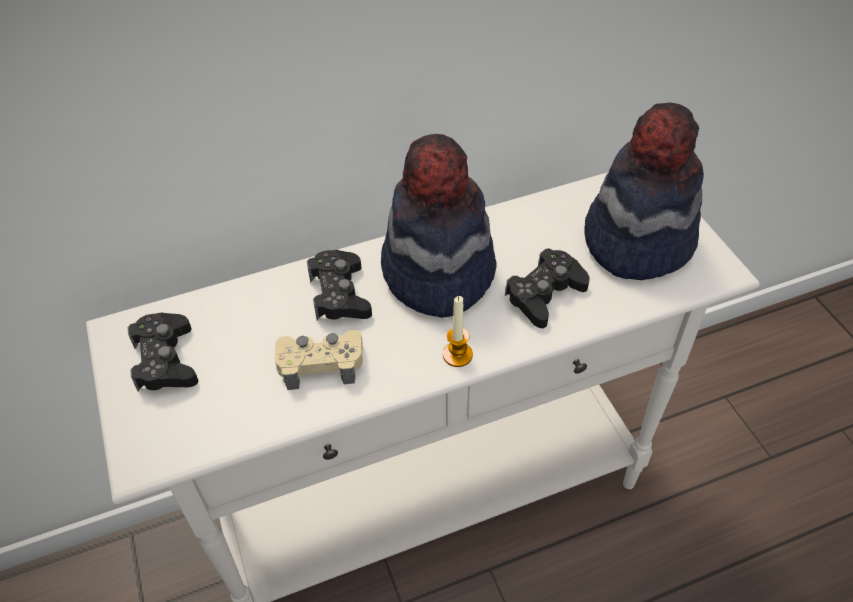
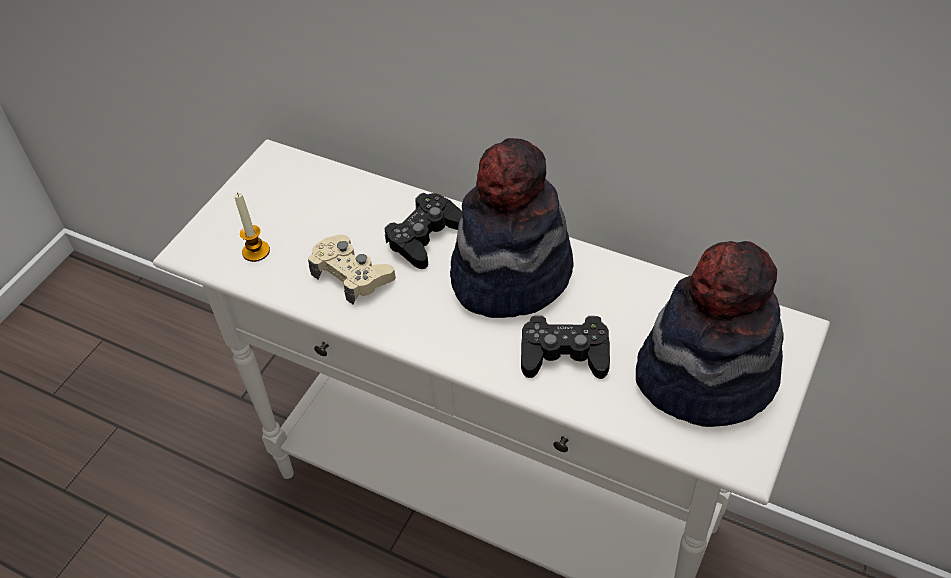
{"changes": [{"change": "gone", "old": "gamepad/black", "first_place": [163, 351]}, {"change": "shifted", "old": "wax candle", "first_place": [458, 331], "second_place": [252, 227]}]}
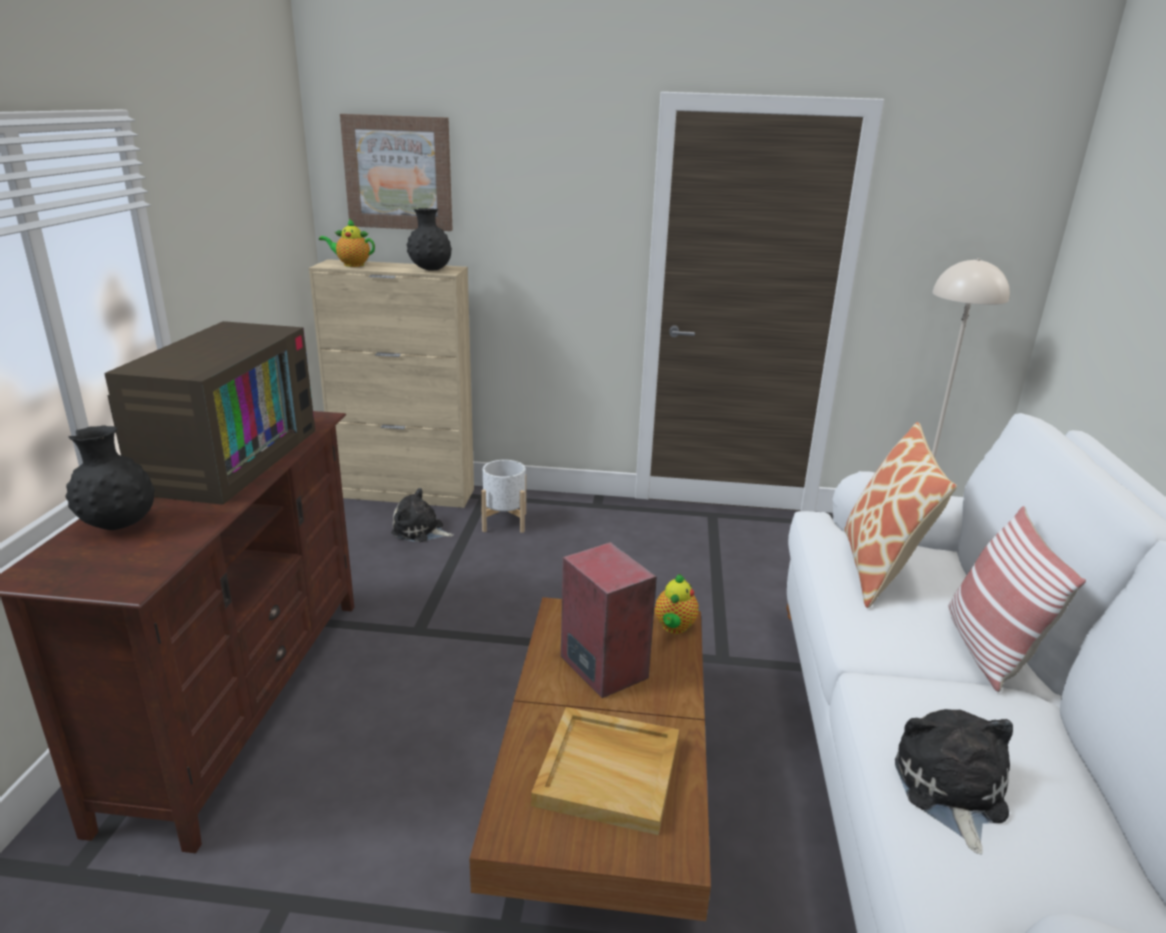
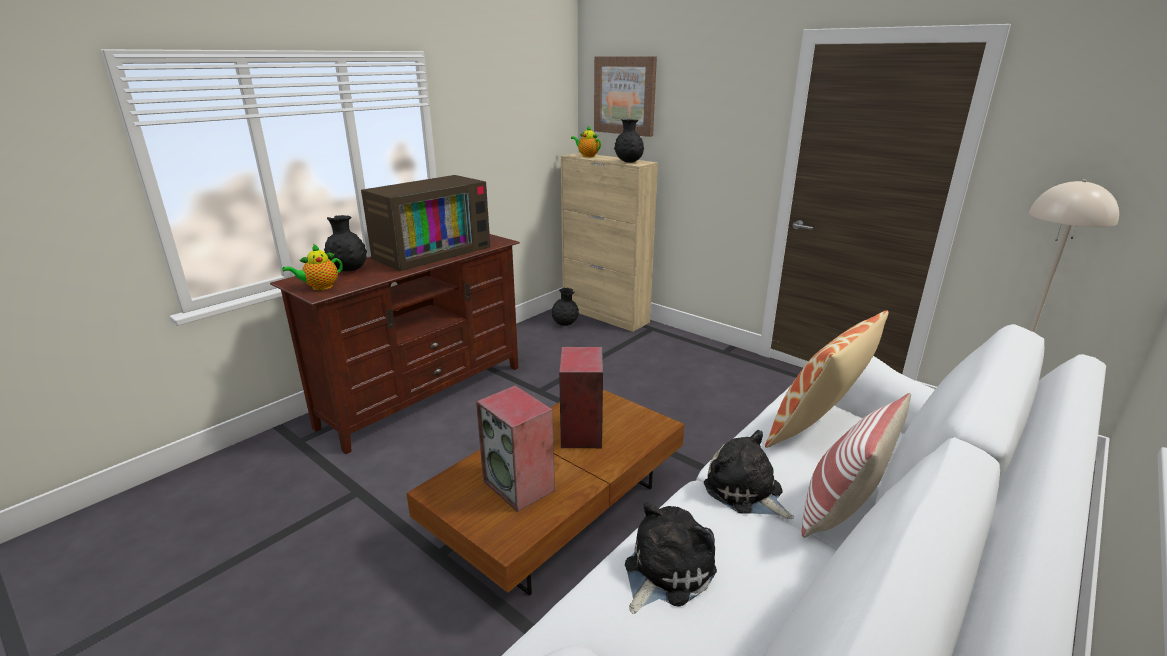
{"changes": [{"change": "shifted", "old": "soft toy", "first_place": [422, 515], "second_place": [749, 474]}, {"change": "gone", "old": "plant pot/whitish", "first_place": [503, 496]}, {"change": "swapped", "old": "tray/beige-coloured", "new": "speaker", "first_place": [605, 771], "second_place": [515, 448]}, {"change": "shifted", "old": "tea pot", "first_place": [677, 604], "second_place": [312, 267]}, {"change": "new", "new": "flower vase/black", "second_place": [565, 307]}]}
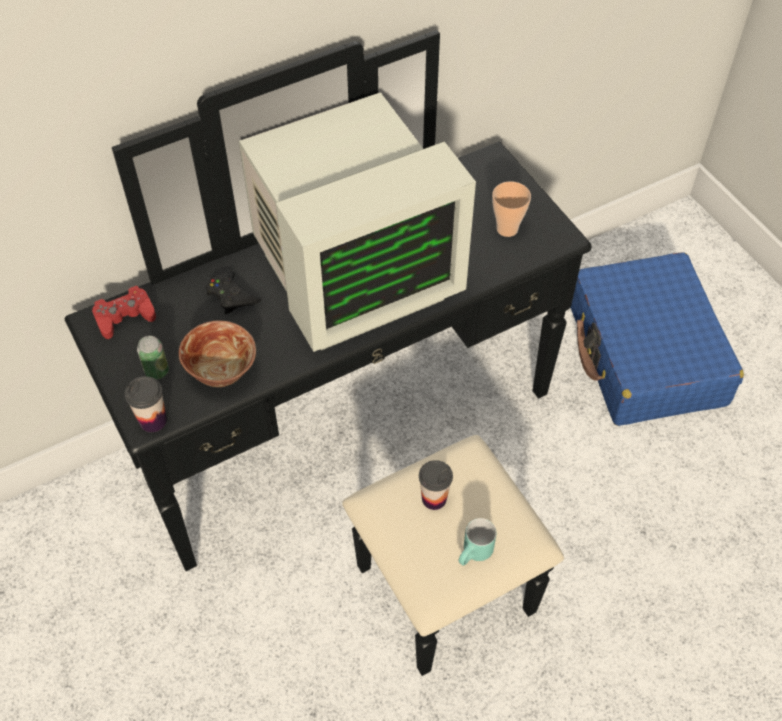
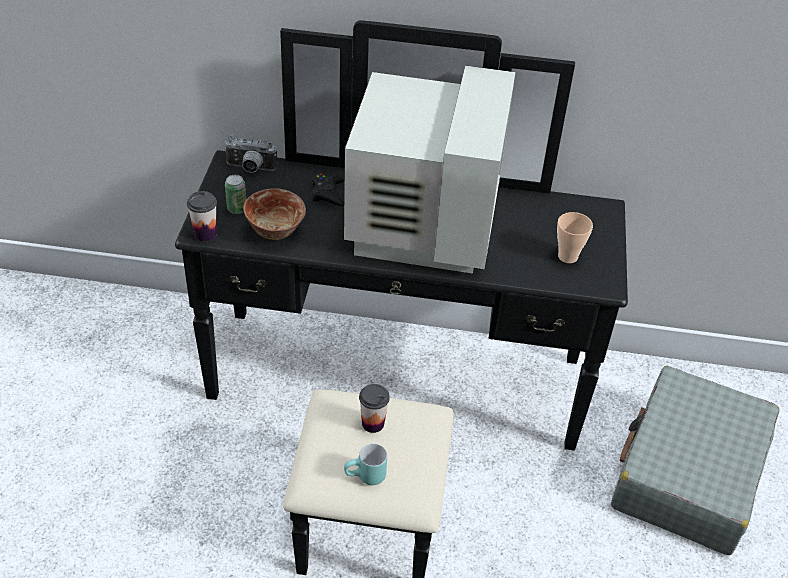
{"changes": [{"change": "swapped", "old": "gamepad/red", "new": "still camera", "first_place": [124, 312], "second_place": [250, 154]}, {"change": "rotated", "old": "computer screen", "first_place": [357, 222], "second_place": [429, 169], "degrees": -90}, {"change": "repainted", "old": "travel case/bluish", "new": "travel case/greyish", "first_place": [657, 339], "second_place": [695, 460]}]}
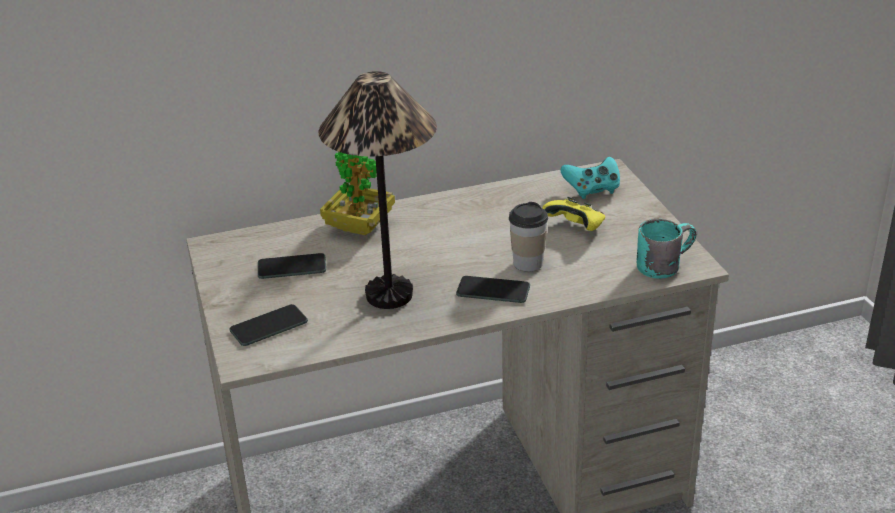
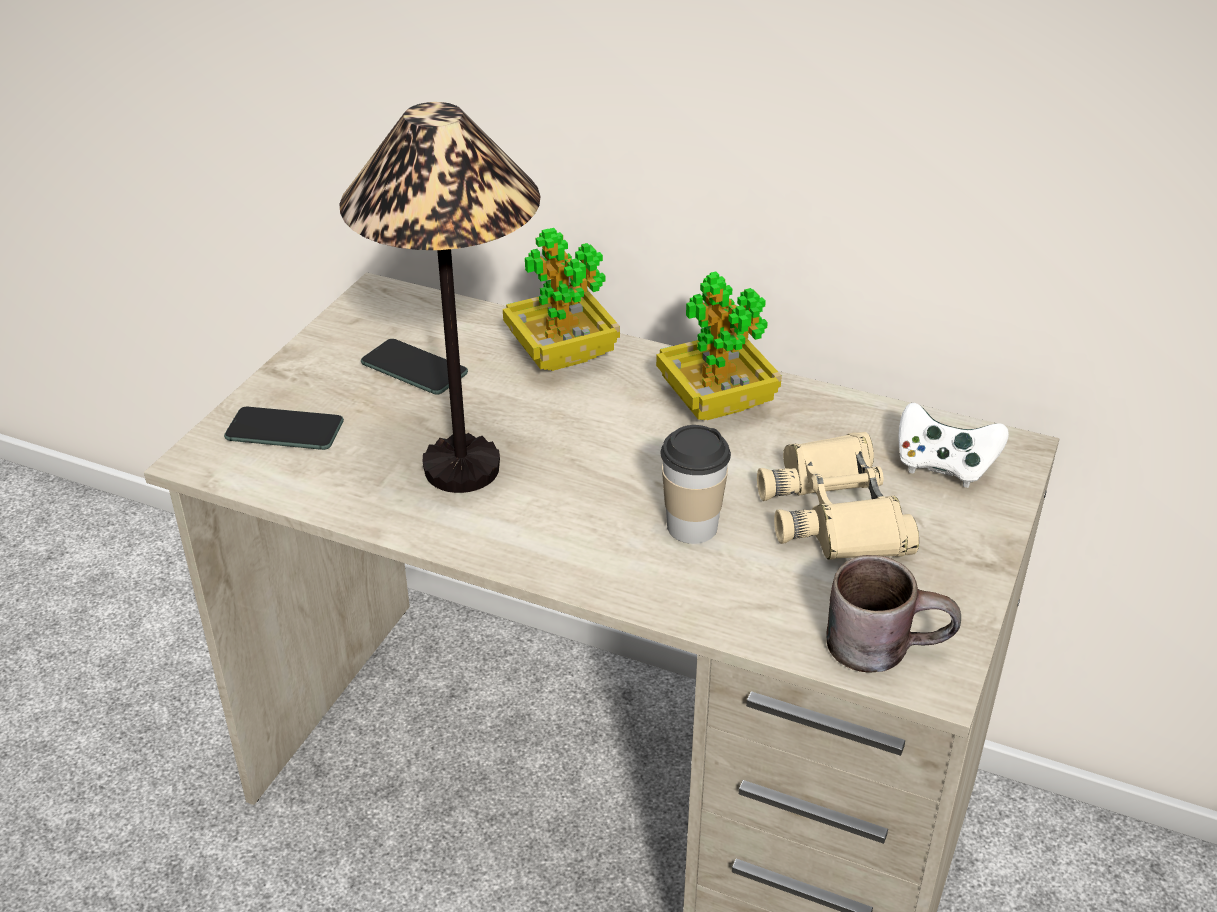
{"changes": [{"change": "gone", "old": "telephone", "first_place": [493, 289]}, {"change": "swapped", "old": "gamepad/yellow", "new": "binoculars/beige-coloured", "first_place": [573, 214], "second_place": [838, 496]}, {"change": "repainted", "old": "gamepad/blue-green", "new": "gamepad/whitish", "first_place": [590, 178], "second_place": [954, 445]}, {"change": "repainted", "old": "mug/blue-green", "new": "mug/brown-coloured", "first_place": [666, 249], "second_place": [893, 614]}, {"change": "new", "new": "potted plant", "second_place": [719, 346]}]}
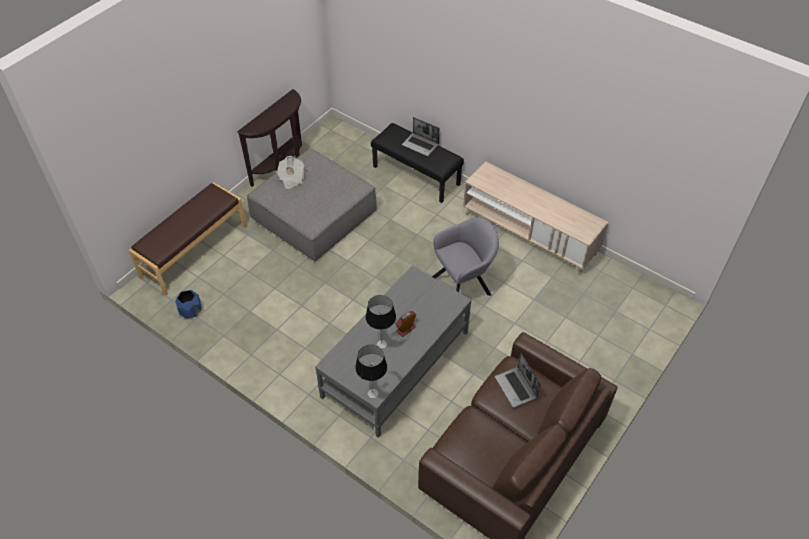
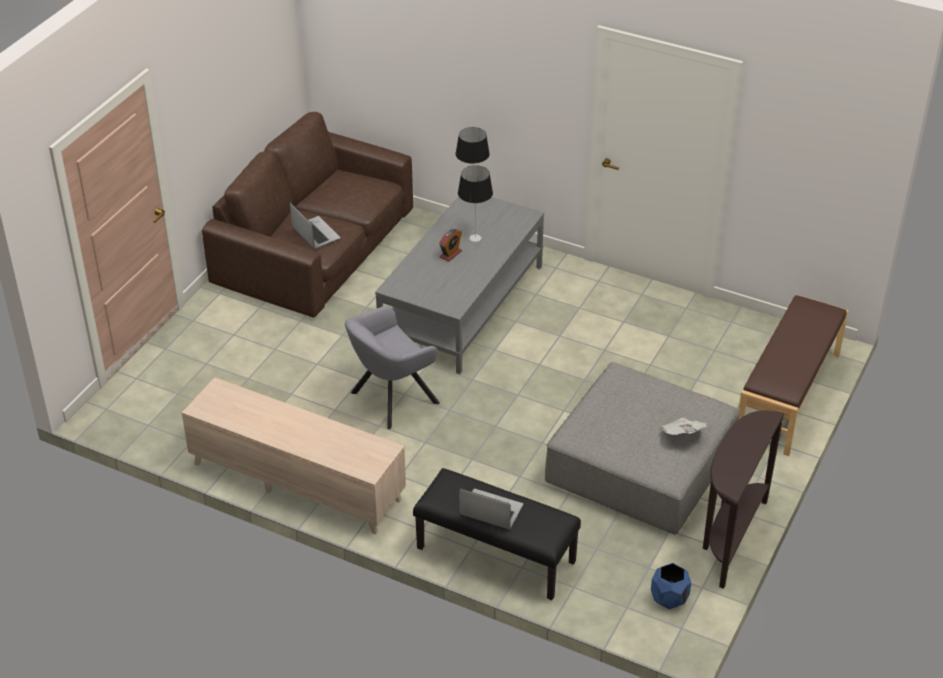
{"changes": [{"change": "shifted", "old": "plant pot/bluish", "first_place": [188, 304], "second_place": [671, 586]}]}
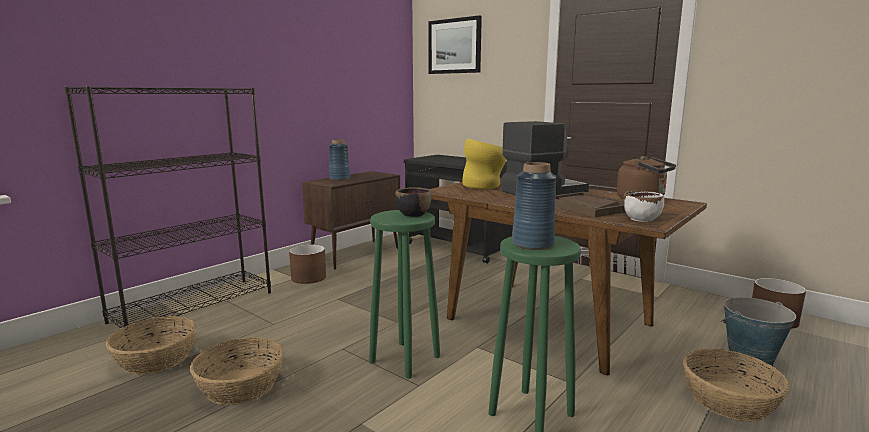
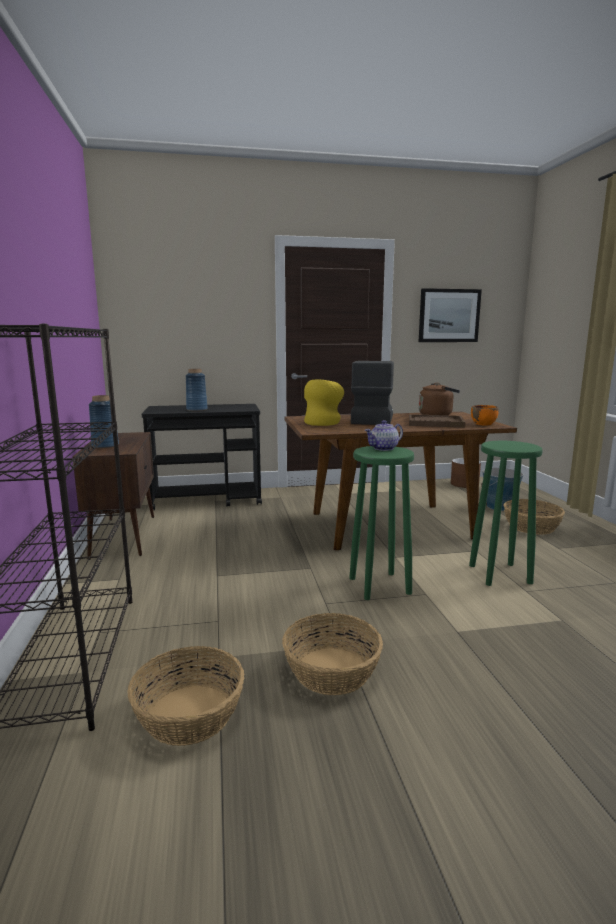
{"changes": [{"change": "gone", "old": "plant pot/brown-coloured", "first_place": [307, 264]}, {"change": "swapped", "old": "bowl/black", "new": "tea pot", "first_place": [413, 202], "second_place": [384, 435]}, {"change": "shifted", "old": "wall art", "first_place": [455, 44], "second_place": [450, 315]}, {"change": "shifted", "old": "flower vase/bluish", "first_place": [534, 206], "second_place": [197, 390]}, {"change": "repainted", "old": "bowl/whitish", "new": "bowl/orangey", "first_place": [643, 206], "second_place": [485, 415]}]}
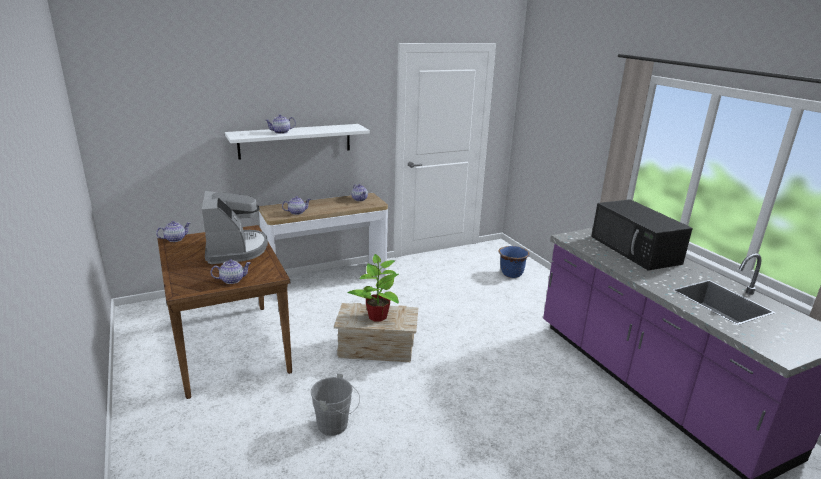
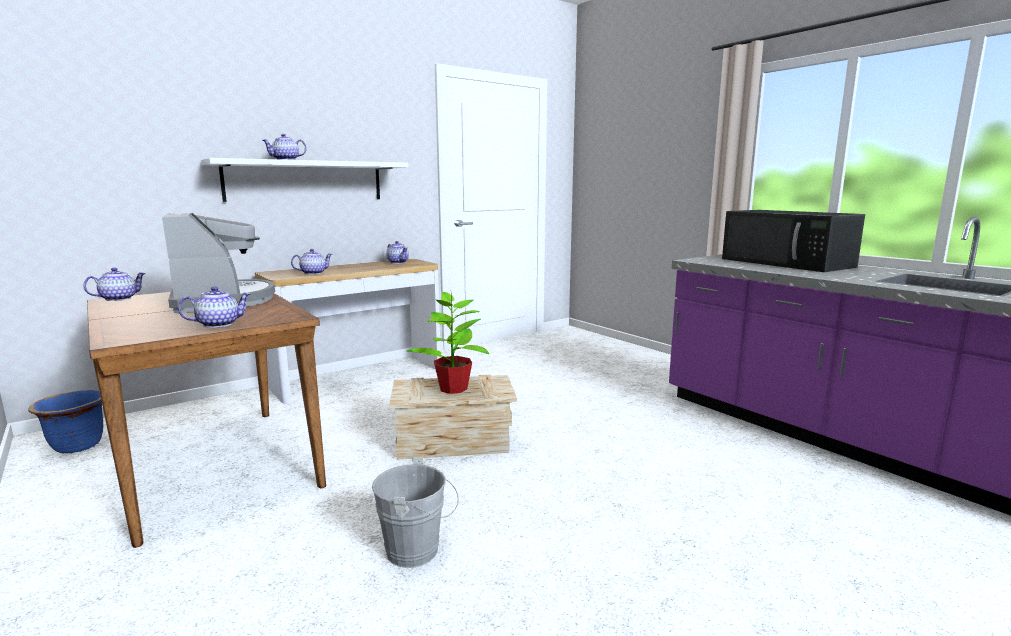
{"changes": [{"change": "shifted", "old": "plant pot/bluish", "first_place": [514, 262], "second_place": [65, 422]}]}
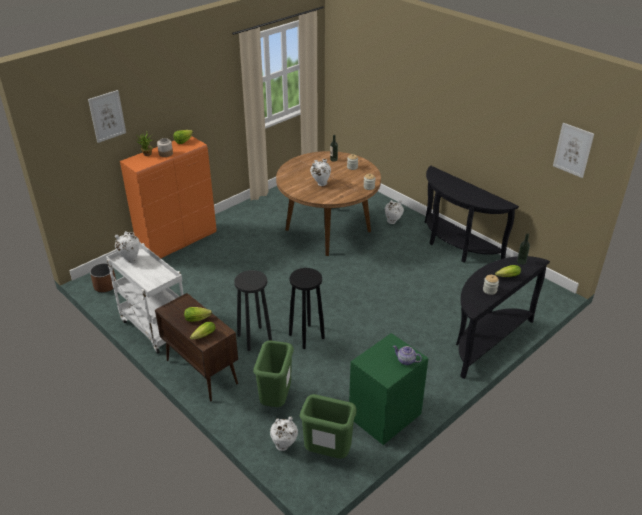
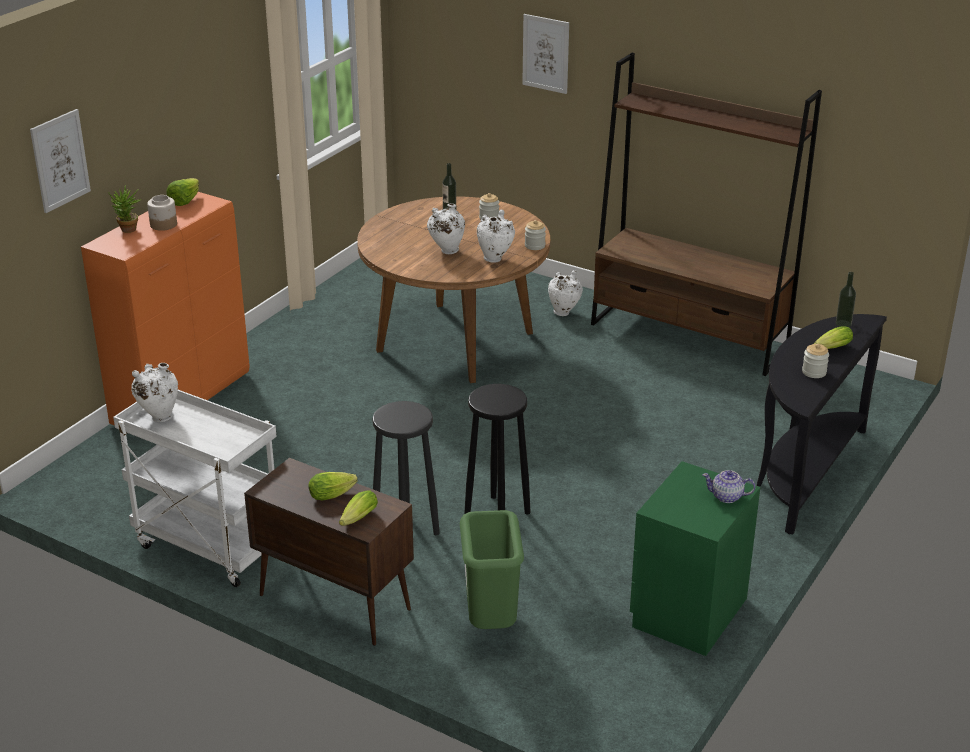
{"changes": [{"change": "gone", "old": "plant pot/brown-coloured", "first_place": [103, 278]}, {"change": "shifted", "old": "flower vase/whitish", "first_place": [284, 433], "second_place": [496, 236]}, {"change": "gone", "old": "waste bin/greenish", "first_place": [328, 426]}, {"change": "swapped", "old": "hall table/black", "new": "bookshelf/brown-coloured", "first_place": [471, 214], "second_place": [706, 214]}, {"change": "shifted", "old": "wall art", "first_place": [573, 150], "second_place": [545, 54]}]}
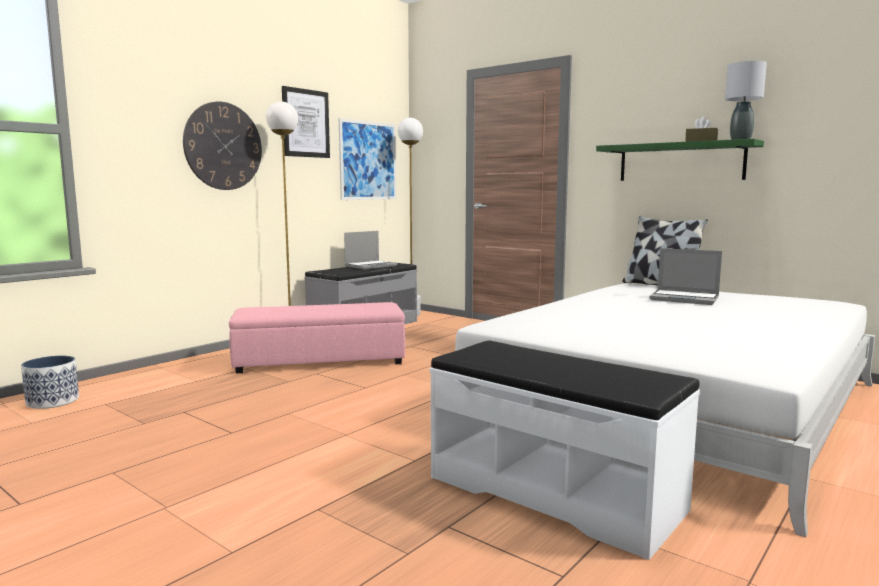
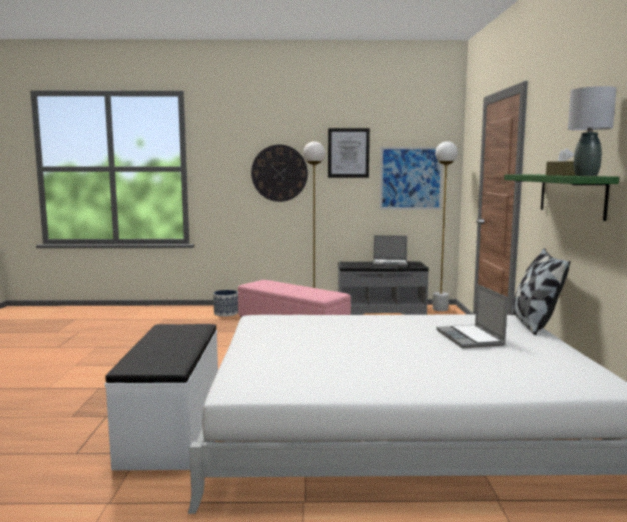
{"changes": [{"change": "shifted", "old": "plant pot", "first_place": [50, 382], "second_place": [225, 303]}]}
